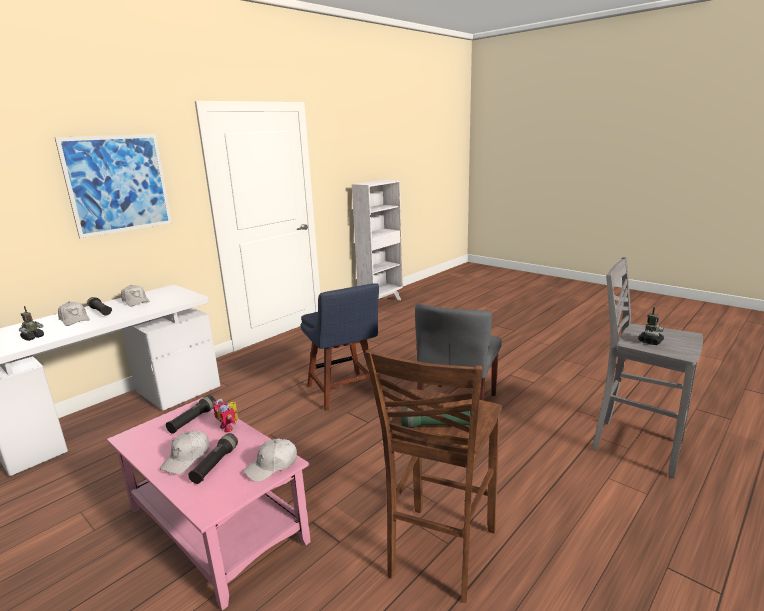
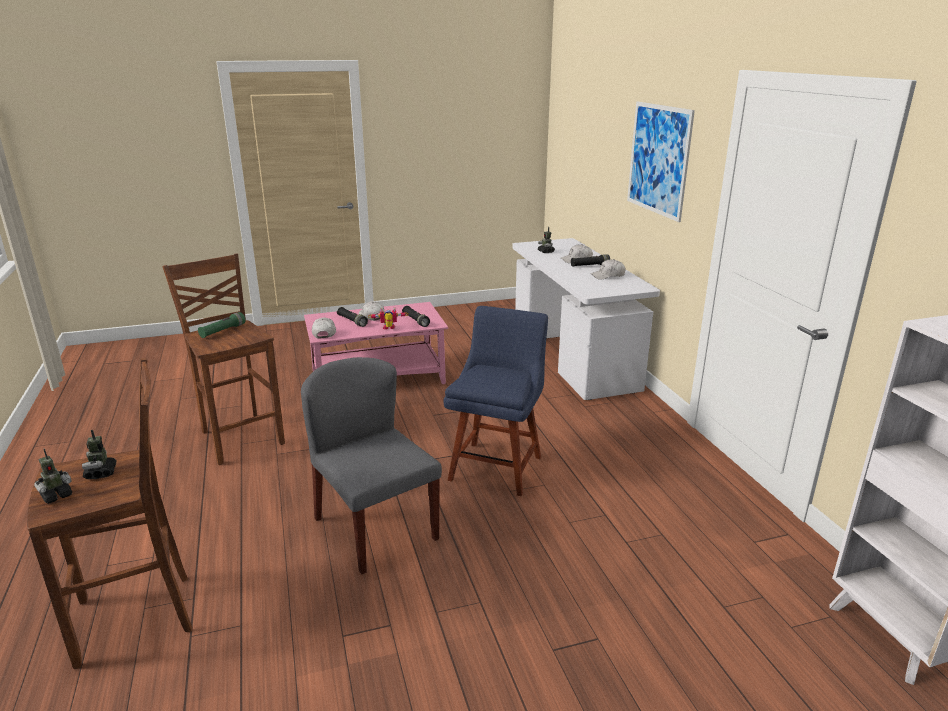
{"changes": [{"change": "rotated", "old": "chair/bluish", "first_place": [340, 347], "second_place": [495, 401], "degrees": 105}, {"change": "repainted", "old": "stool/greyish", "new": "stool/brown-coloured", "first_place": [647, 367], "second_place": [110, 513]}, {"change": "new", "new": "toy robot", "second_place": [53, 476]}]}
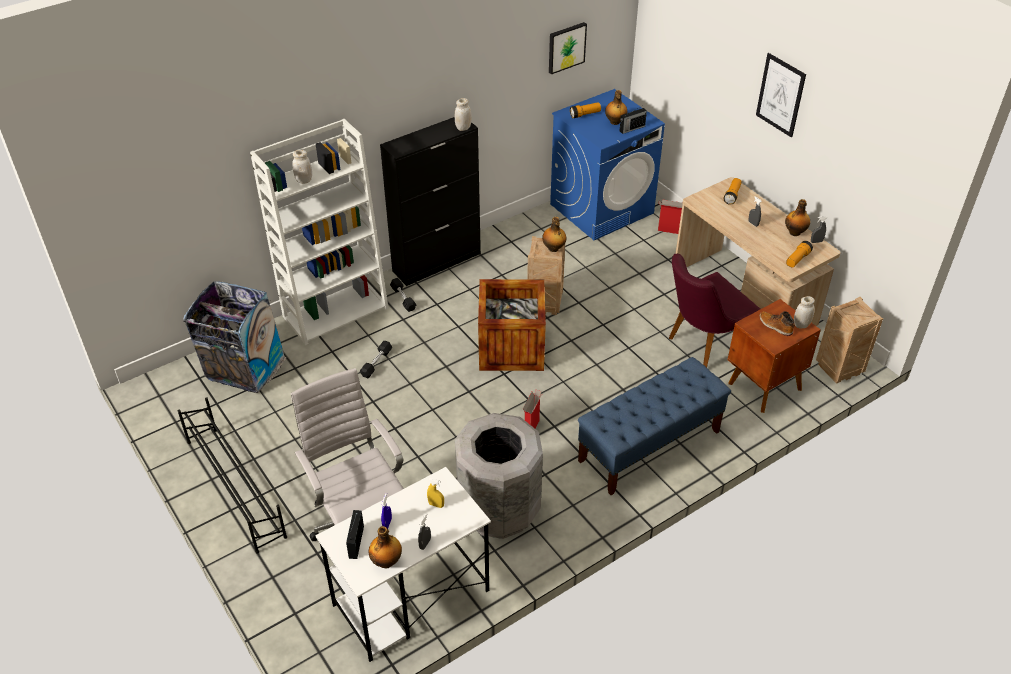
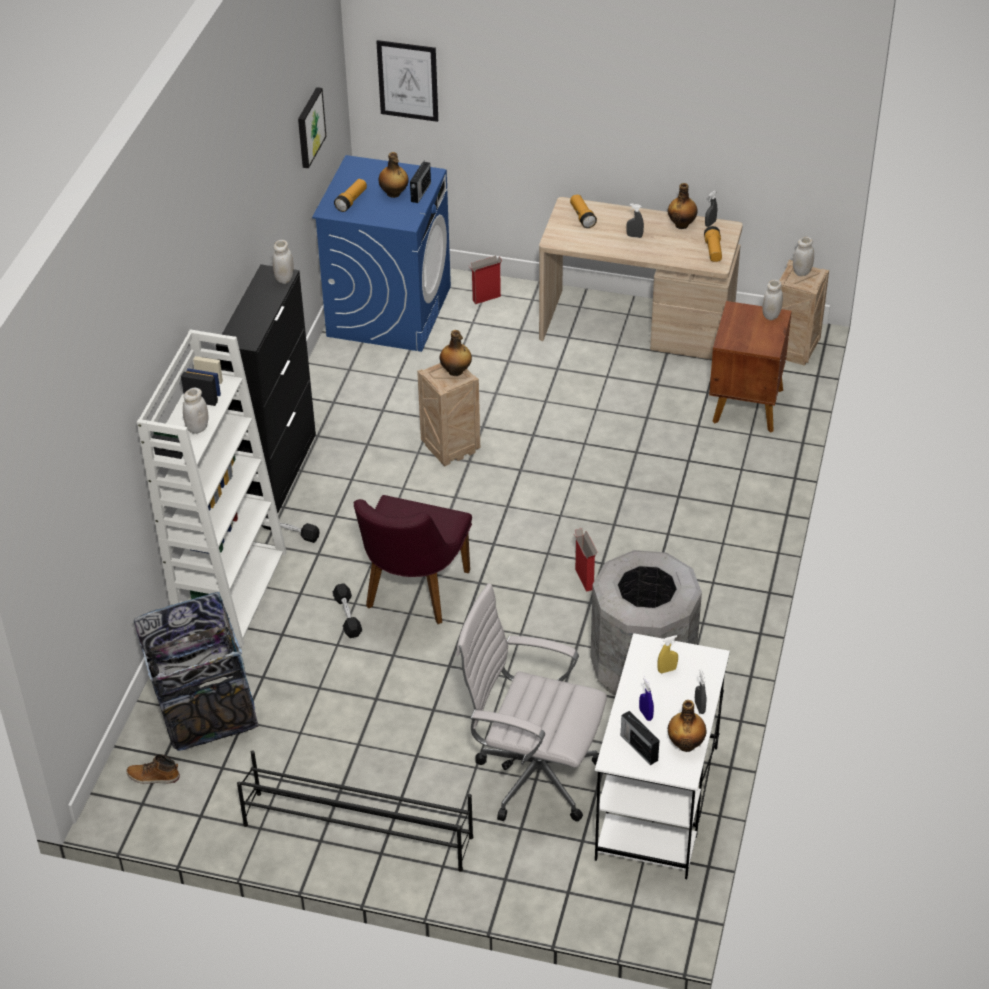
{"changes": [{"change": "gone", "old": "shipping crate", "first_place": [512, 325]}, {"change": "gone", "old": "long seat/bluish", "first_place": [654, 426]}, {"change": "shifted", "old": "chair/purplish", "first_place": [714, 310], "second_place": [413, 559]}, {"change": "shifted", "old": "wall art", "first_place": [781, 95], "second_place": [407, 81]}, {"change": "shifted", "old": "tall boot", "first_place": [777, 323], "second_place": [153, 769]}, {"change": "new", "new": "preserve jar/whitish", "second_place": [803, 256]}]}
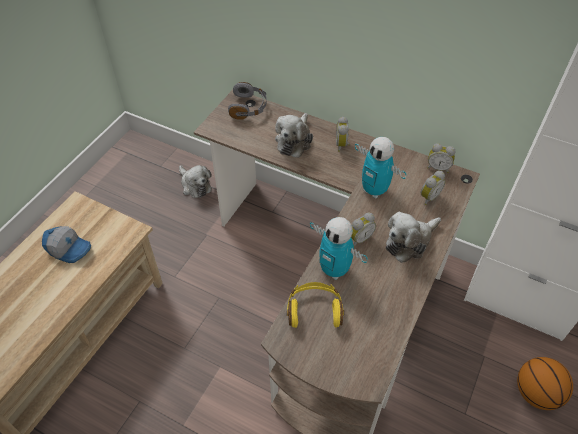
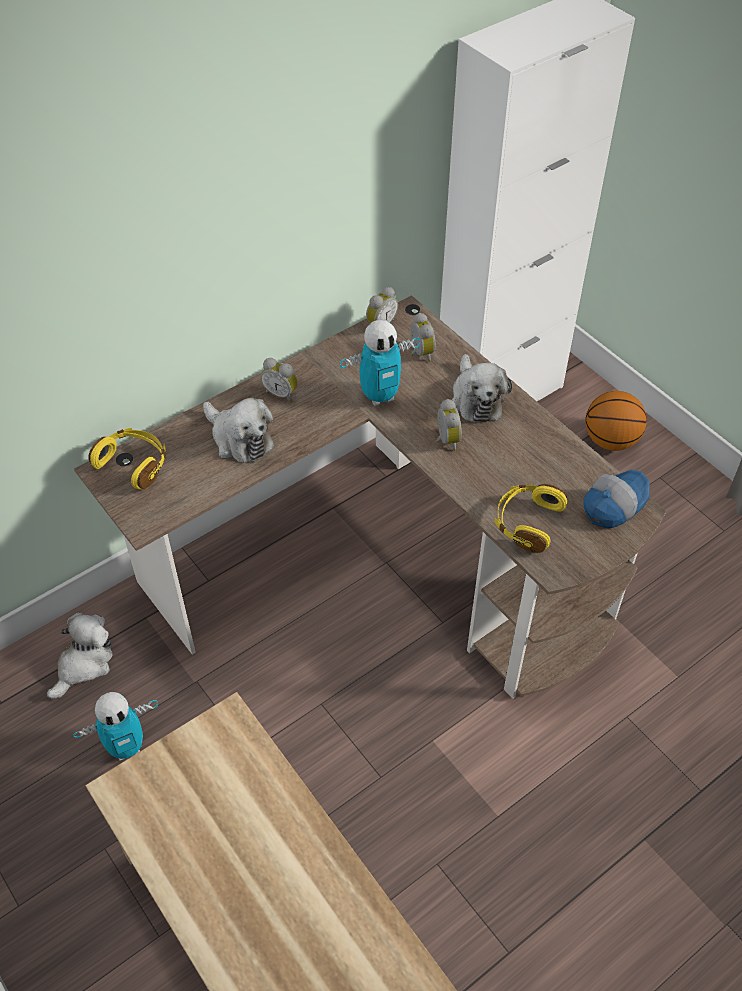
{"changes": [{"change": "shifted", "old": "peaked cap", "first_place": [66, 244], "second_place": [616, 498]}, {"change": "rotated", "old": "soft toy", "first_place": [195, 181], "second_place": [80, 655], "degrees": -45}, {"change": "repainted", "old": "headset/greyish", "new": "headset/yellow", "first_place": [247, 101], "second_place": [127, 458]}, {"change": "shifted", "old": "toy robot", "first_place": [339, 248], "second_place": [115, 726]}]}
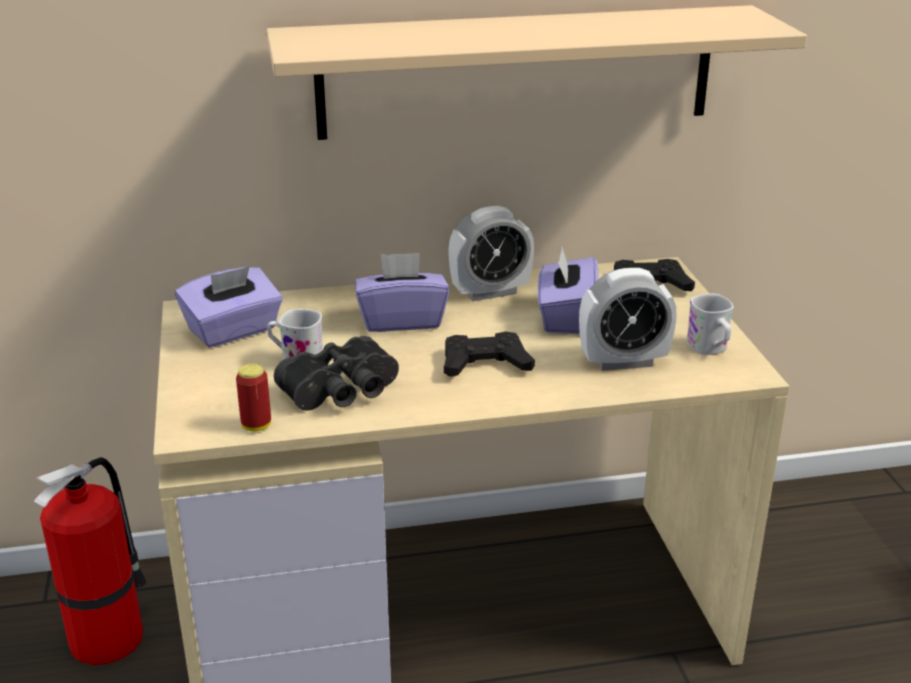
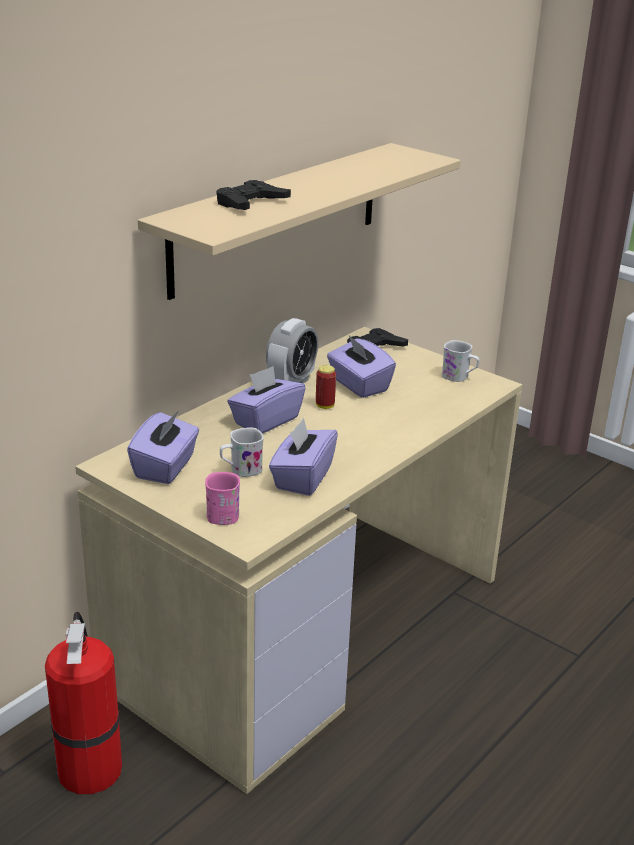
{"changes": [{"change": "shifted", "old": "sealed can", "first_place": [253, 397], "second_place": [326, 387]}, {"change": "swapped", "old": "binoculars/black", "new": "tissue box/purplish", "first_place": [336, 373], "second_place": [303, 457]}, {"change": "shifted", "old": "gamepad/black", "first_place": [489, 354], "second_place": [253, 195]}, {"change": "gone", "old": "alarm clock", "first_place": [628, 319]}, {"change": "new", "new": "mug/pink", "second_place": [222, 498]}]}
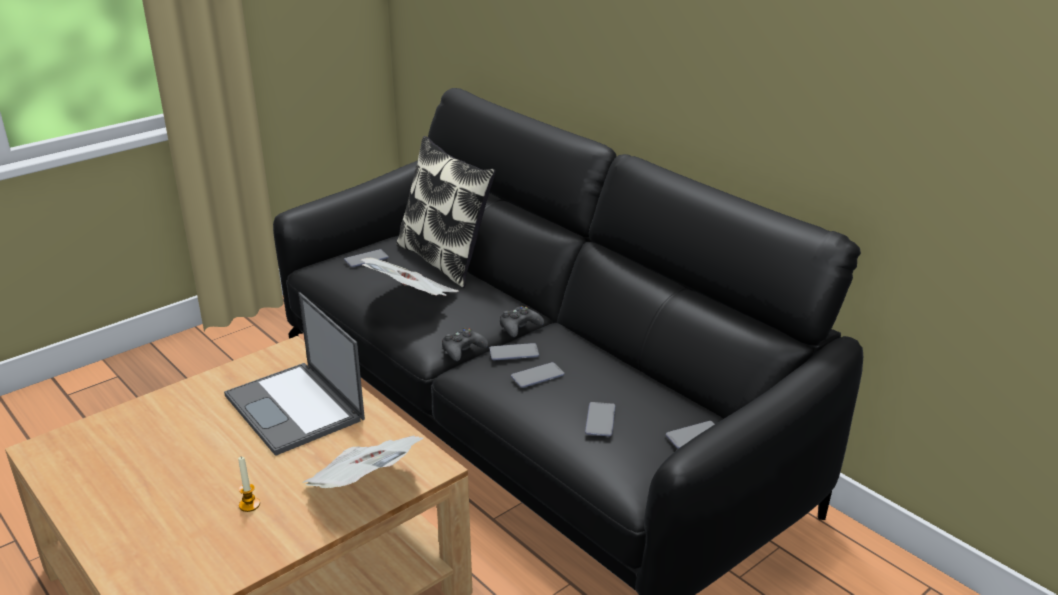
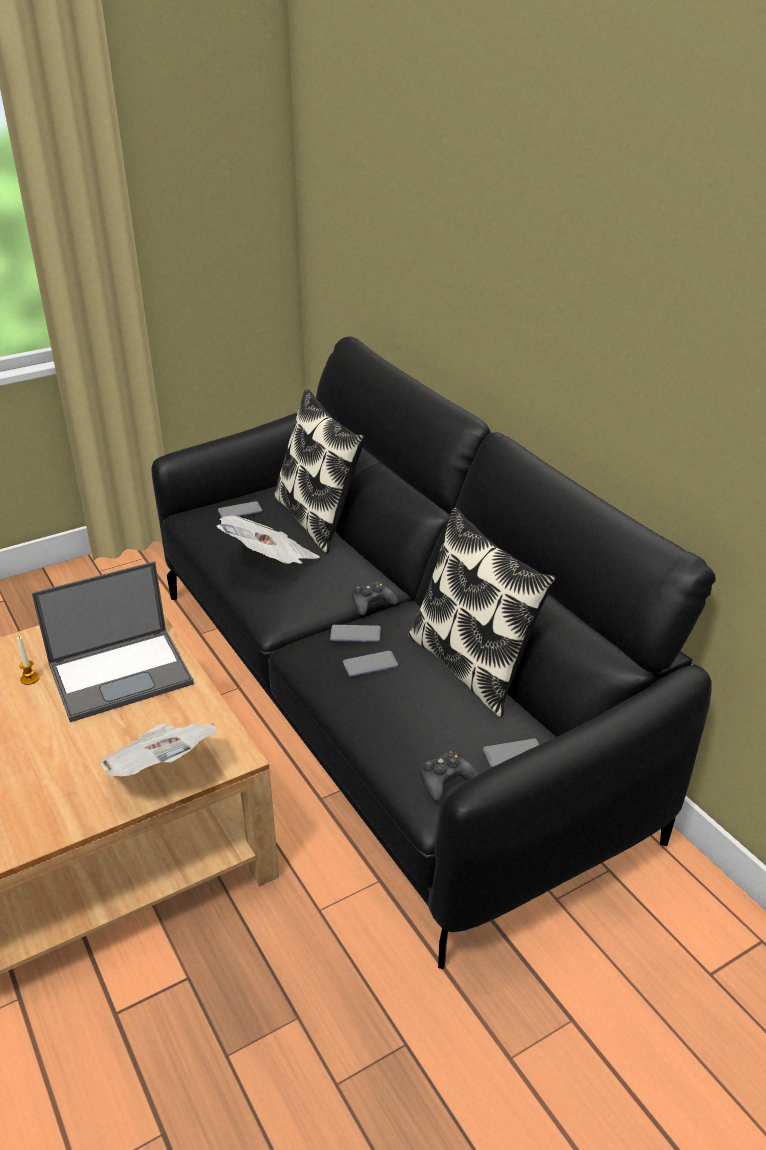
{"changes": [{"change": "rotated", "old": "laptop", "first_place": [294, 374], "second_place": [113, 641], "degrees": -90}, {"change": "shifted", "old": "wax candle", "first_place": [249, 484], "second_place": [28, 661]}, {"change": "shifted", "old": "gamepad/black", "first_place": [465, 344], "second_place": [449, 776]}, {"change": "gone", "old": "telephone", "first_place": [600, 419]}, {"change": "new", "new": "cushion", "second_place": [482, 612]}]}
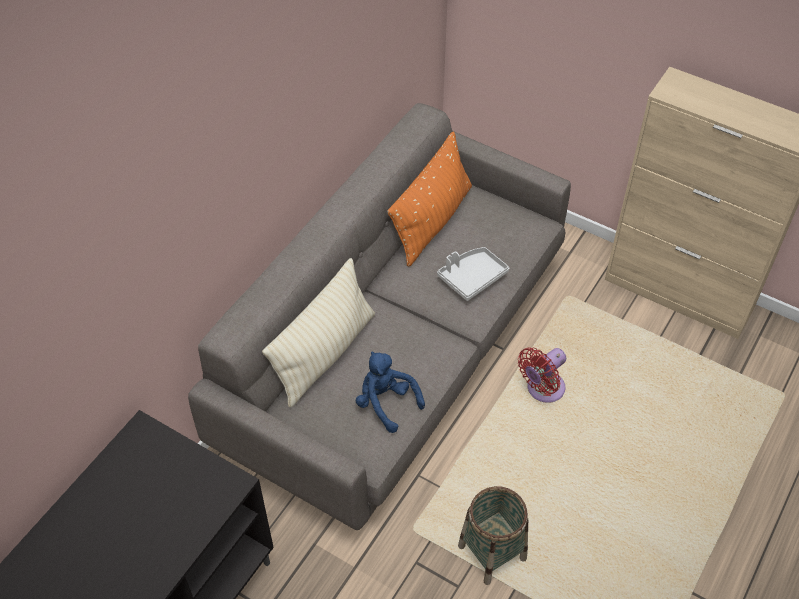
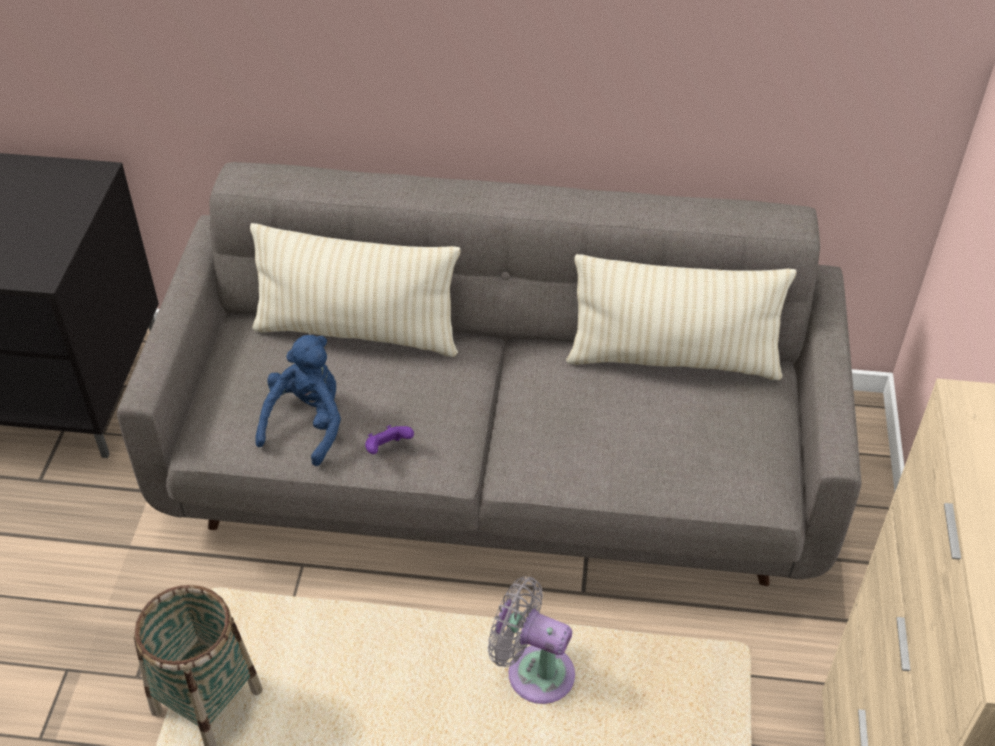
{"changes": [{"change": "repainted", "old": "cushion/orangey", "new": "cushion/beige-coloured", "first_place": [429, 198], "second_place": [681, 317]}, {"change": "gone", "old": "tray/greyish", "first_place": [473, 274]}, {"change": "repainted", "old": "electric fan/red", "new": "electric fan/greyish", "first_place": [542, 375], "second_place": [531, 640]}, {"change": "new", "new": "gamepad/purplish", "second_place": [389, 439]}]}
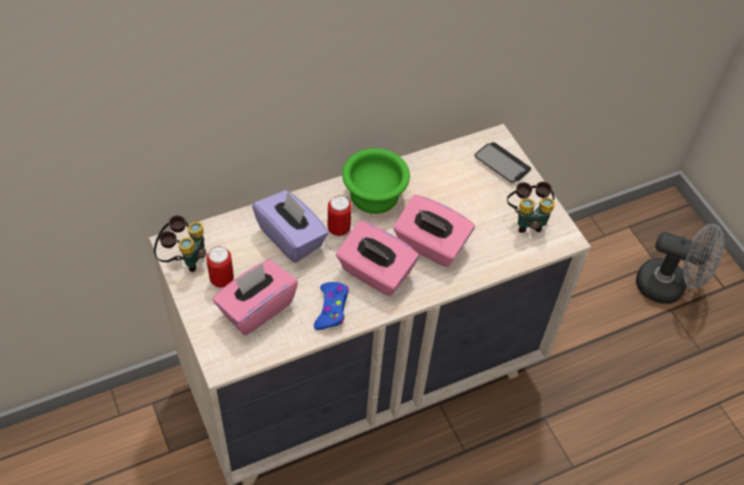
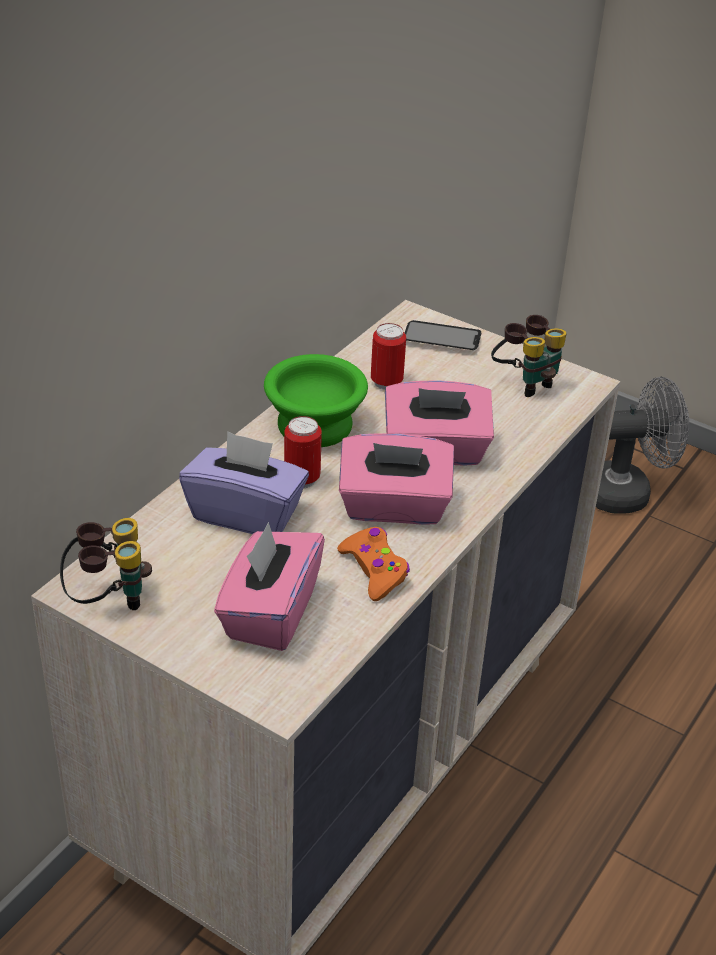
{"changes": [{"change": "shifted", "old": "sealed can", "first_place": [220, 267], "second_place": [388, 356]}, {"change": "repainted", "old": "gamepad/bluish", "new": "gamepad/orangey", "first_place": [331, 306], "second_place": [373, 564]}]}
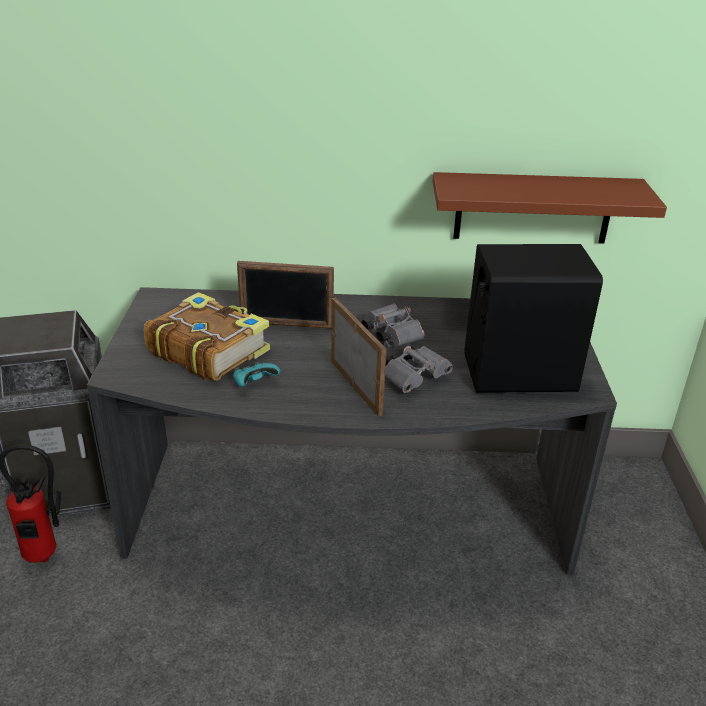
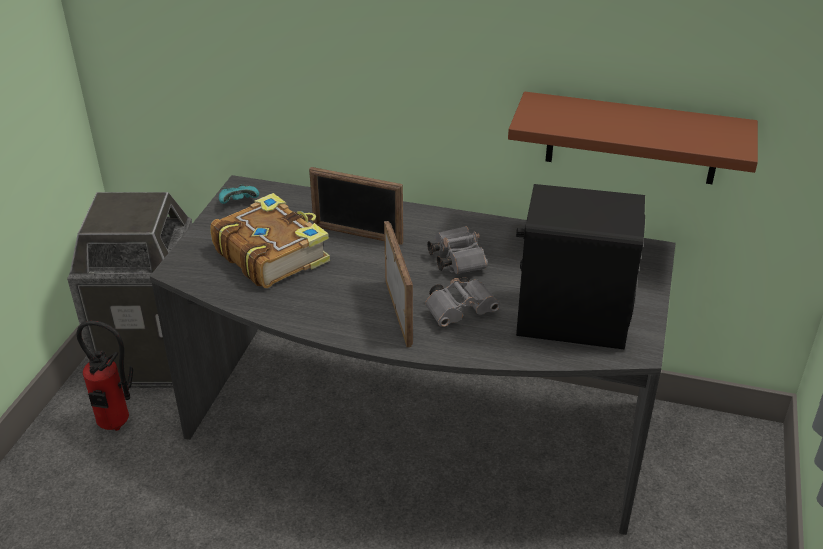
{"changes": [{"change": "shifted", "old": "gamepad/blue-green", "first_place": [256, 374], "second_place": [239, 194]}]}
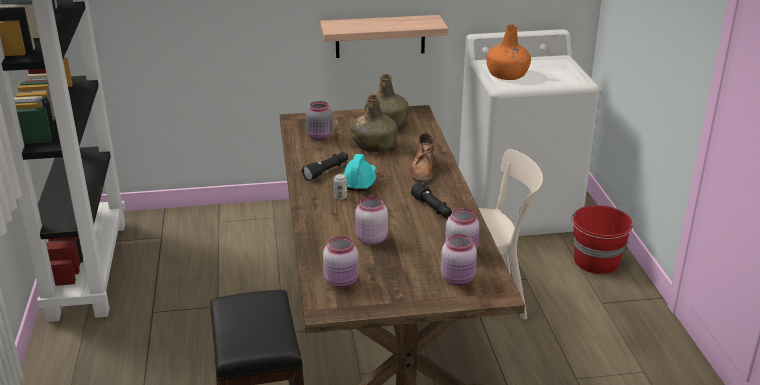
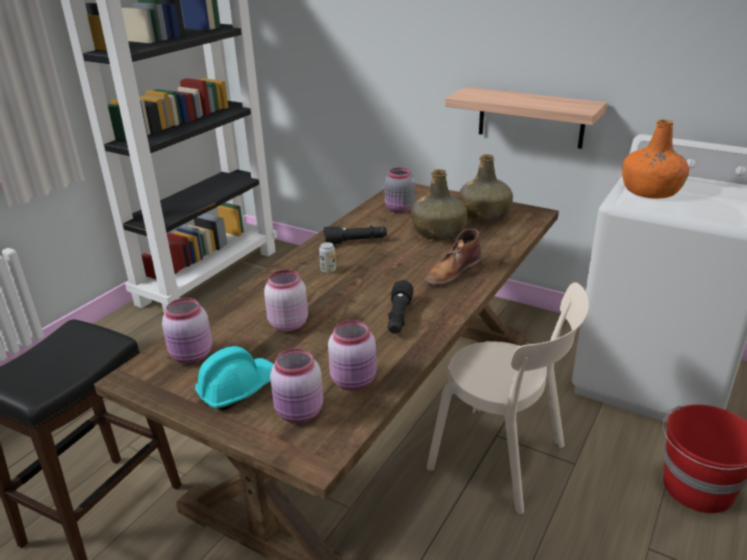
{"changes": [{"change": "shifted", "old": "hard hat/blue-green", "first_place": [359, 172], "second_place": [234, 378]}]}
